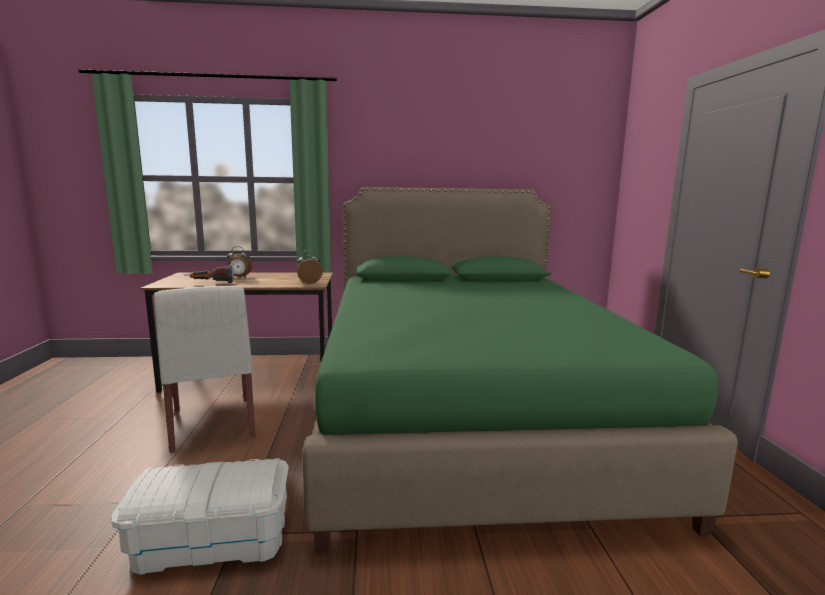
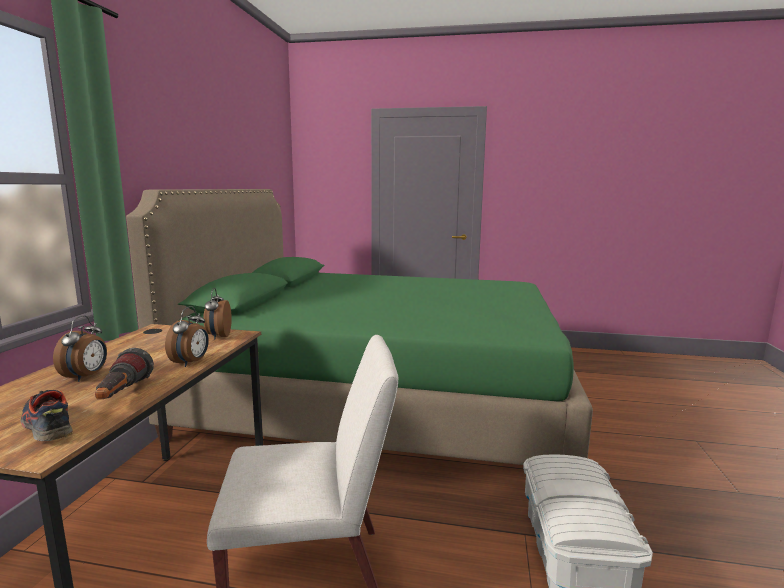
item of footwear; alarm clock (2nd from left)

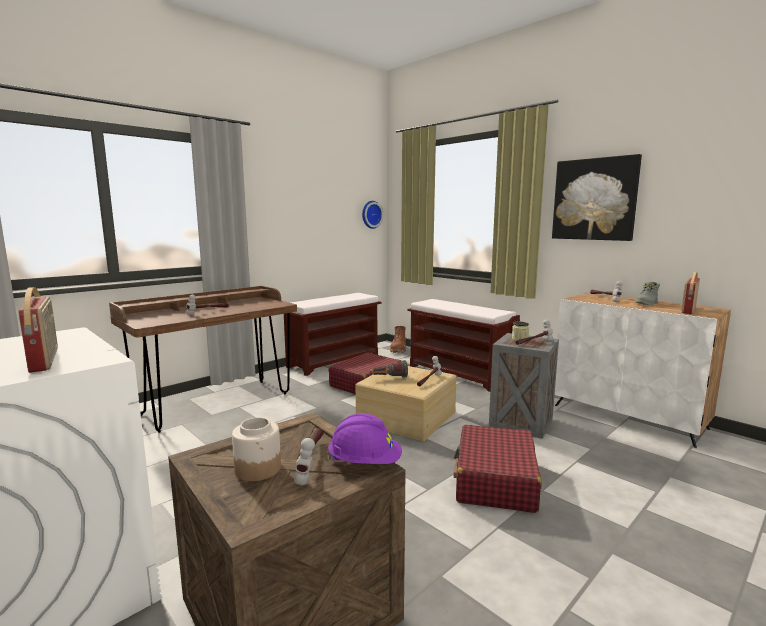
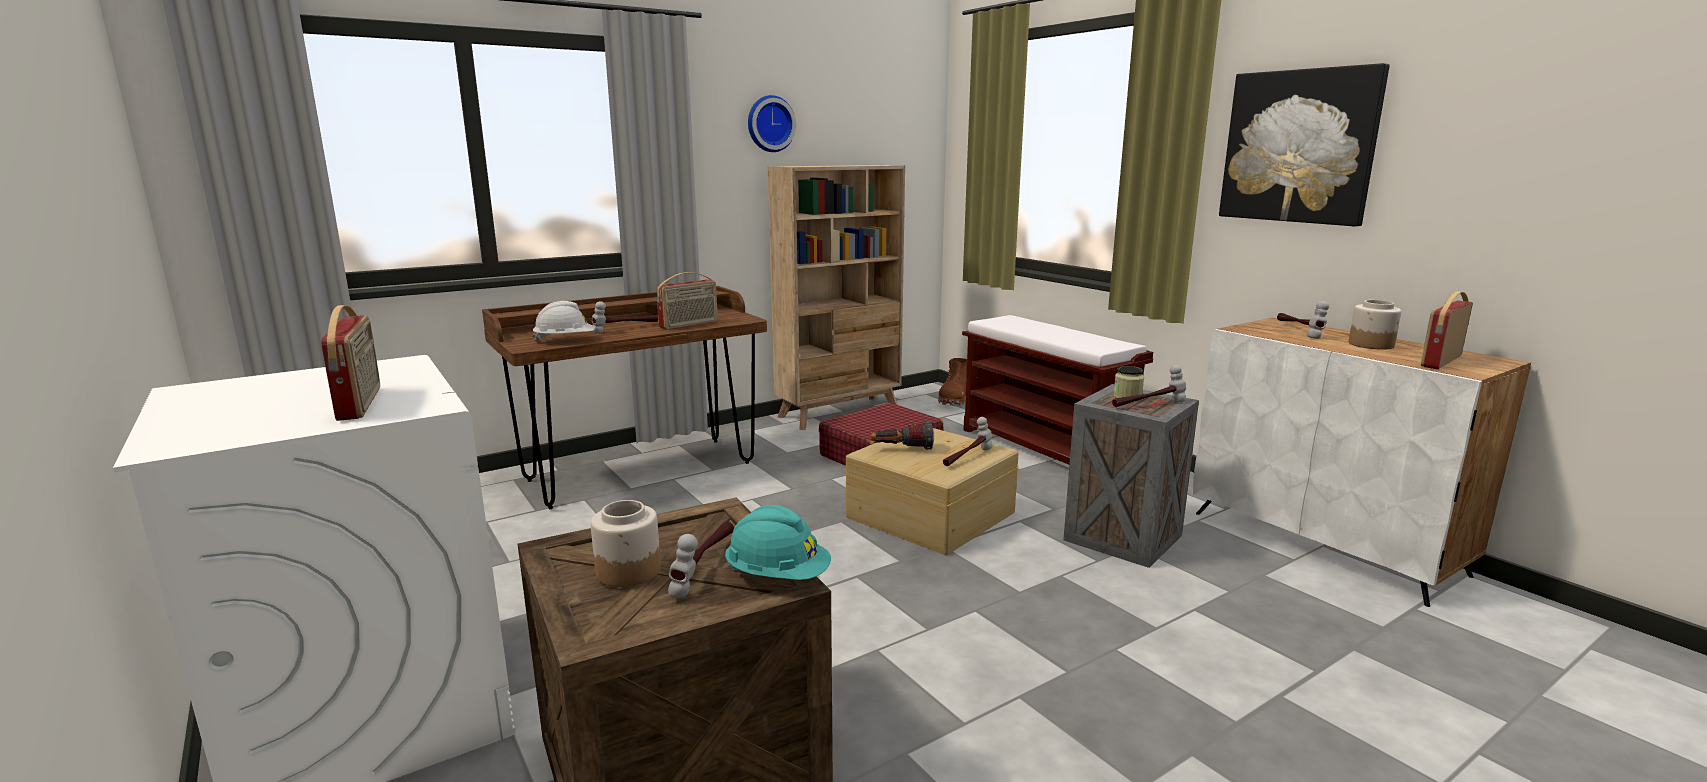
travel case (red) (2nd from left in the first image); safety helmet (white-coloured); radio receiver (2nd from left); hanging clock; bookshelf (beige-coloured); jar (3rd from left); safety helmet (blue-green)

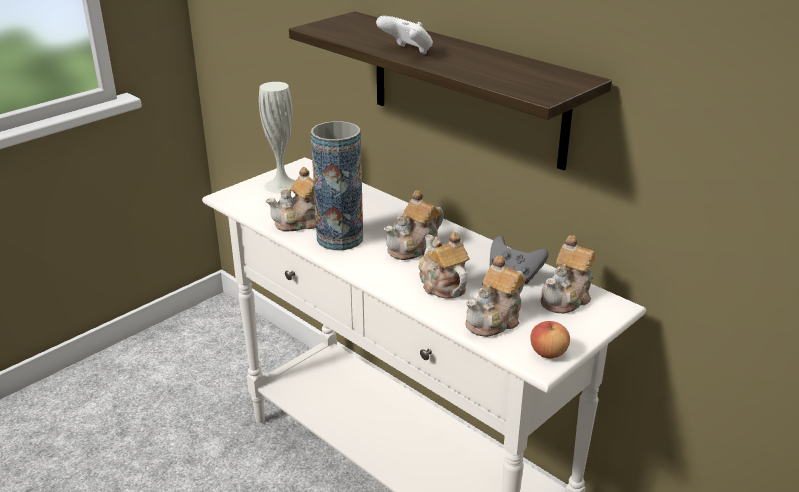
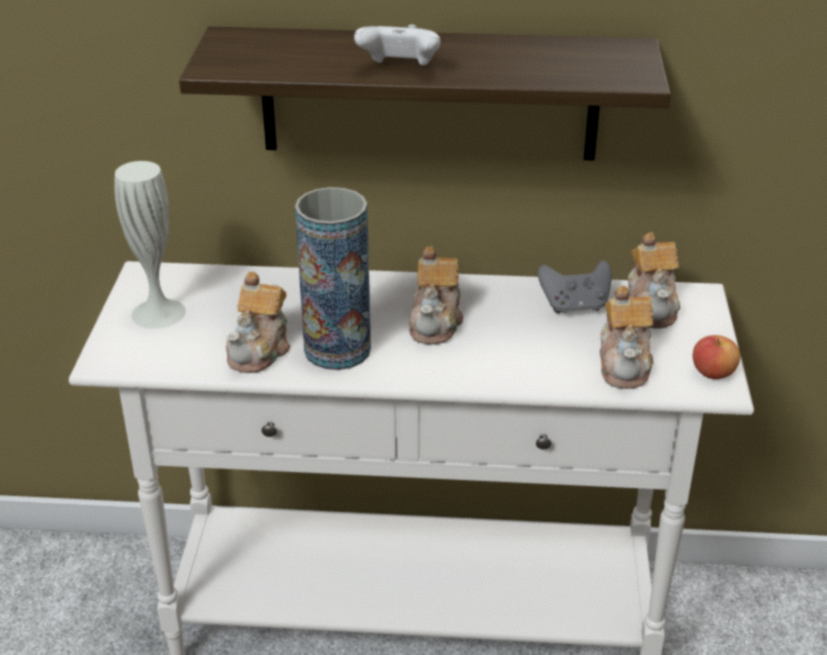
teapot (3rd from left in the first image)

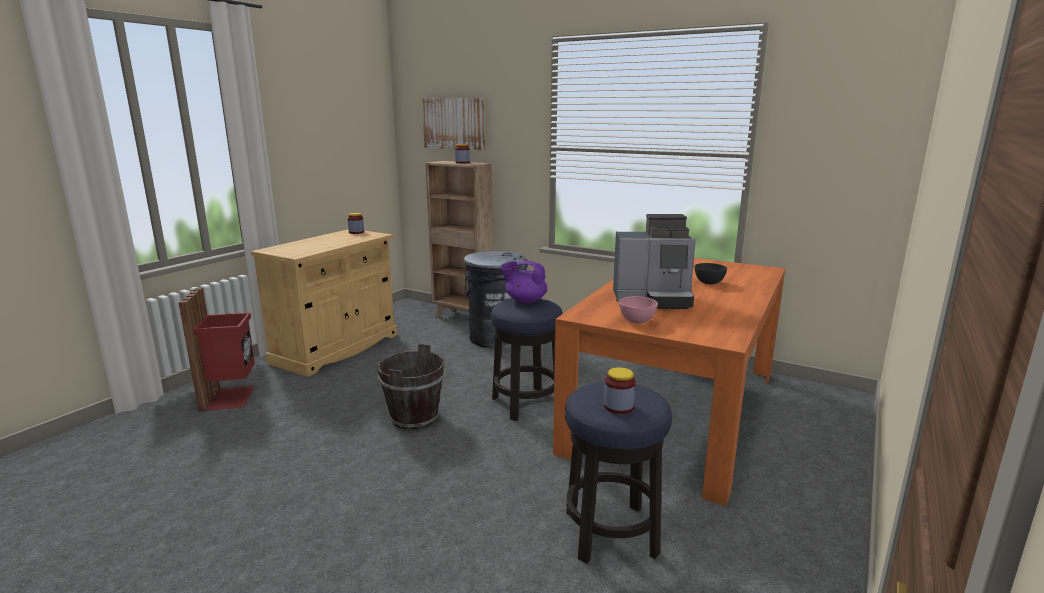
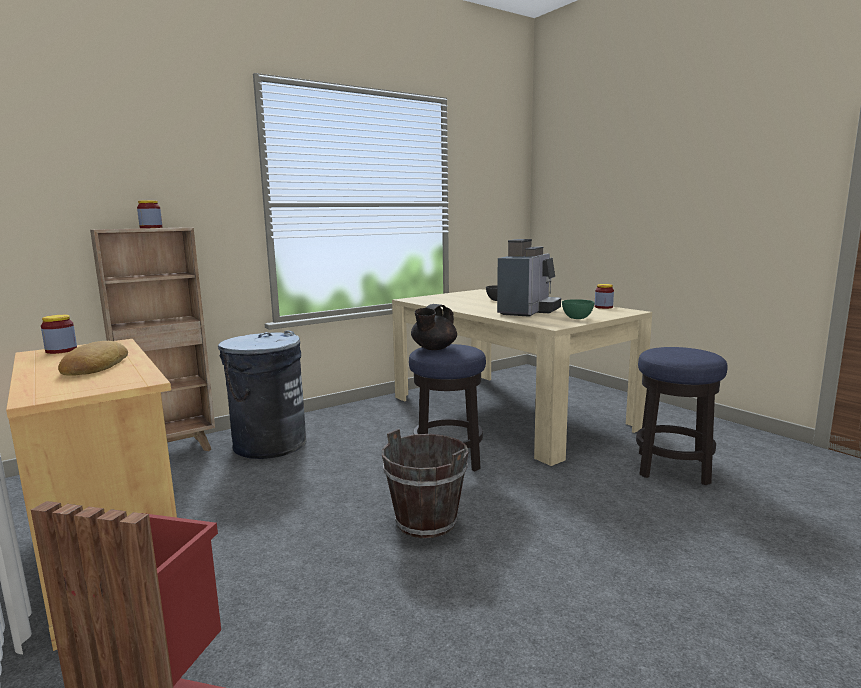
wall picture; bread; jar (3rd from left); teapot (black); dinner table (beige-coloured); deep dish (green-coloured)

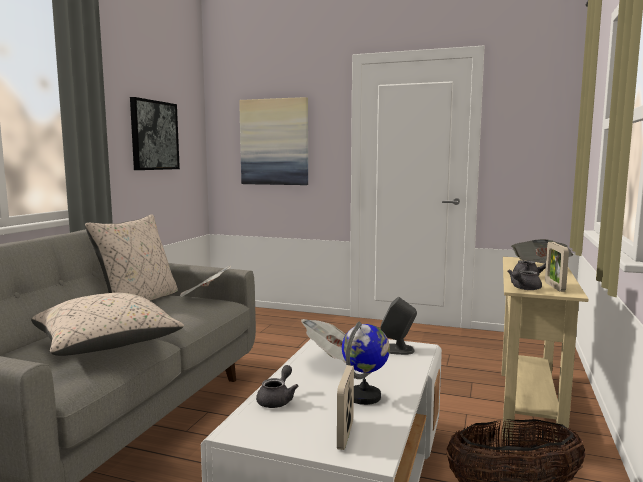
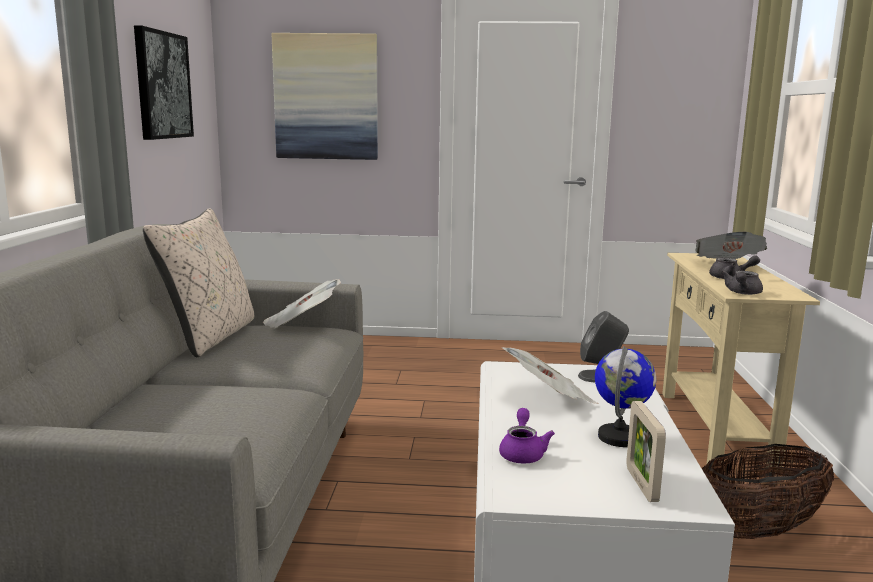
throw pillow (beige-coloured) (1st from left in the first image); standing frame (2nd from left in the first image); teapot (purple)

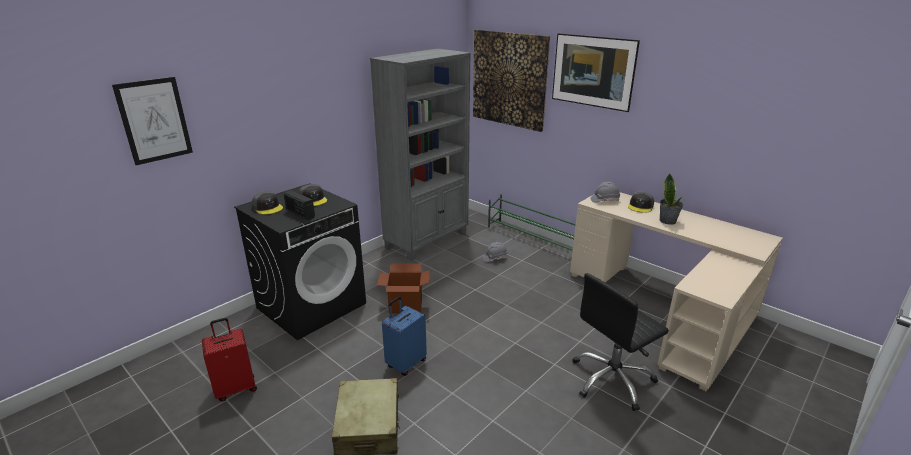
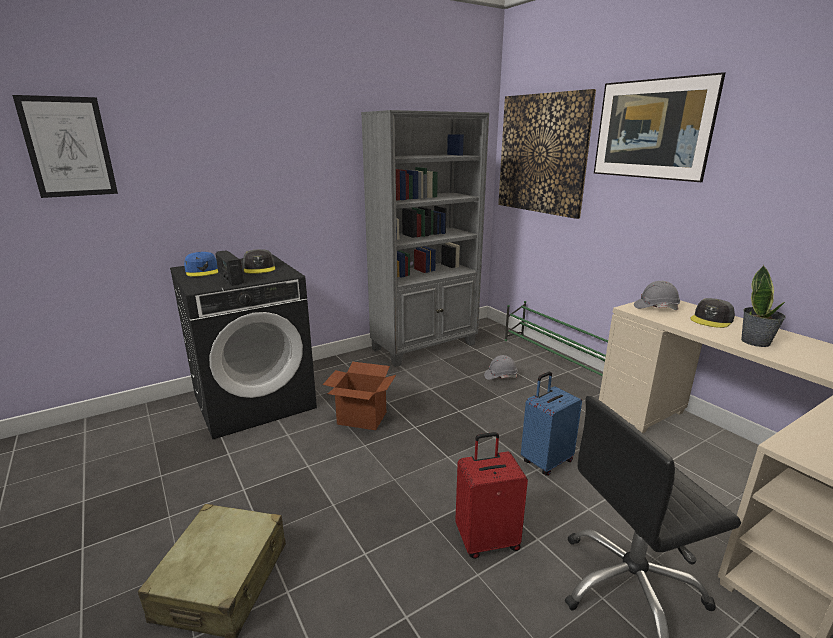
travel case (red); travel case (bluish); peaked cap (bluish)

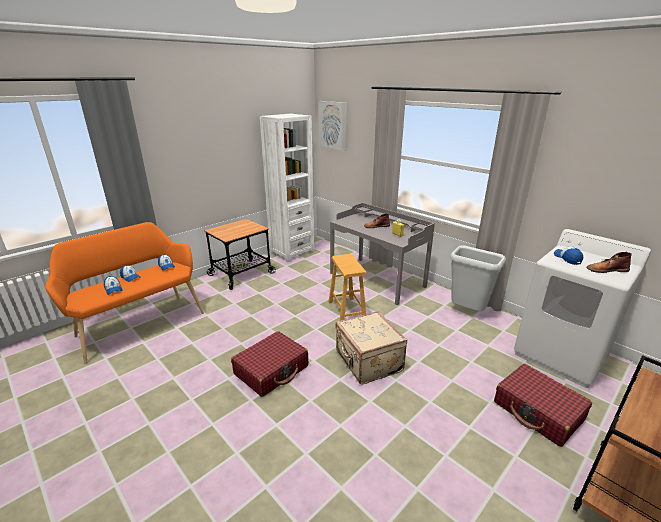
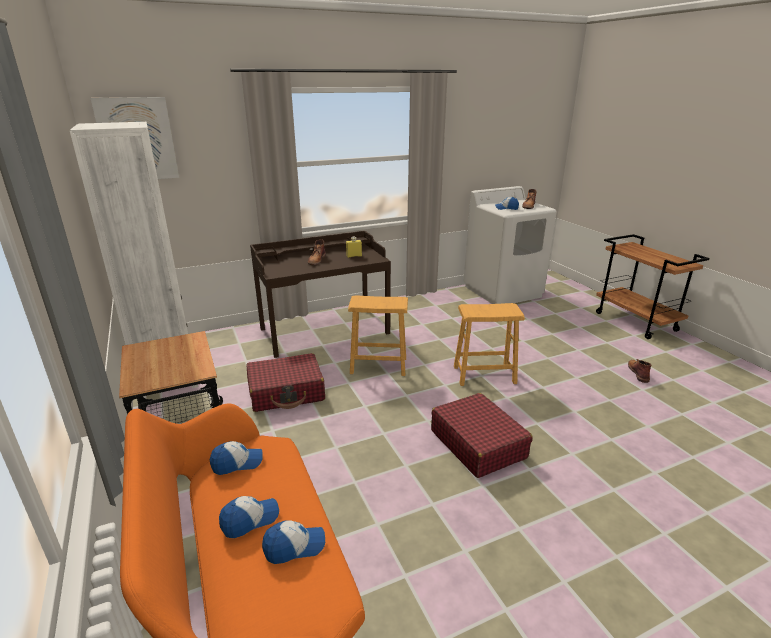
waste bin (gray); high-top boot (brownish) (3rd from left); travel case (red) (1st from left); sitting stool (brownish) (2nd from left); desk (brownish)

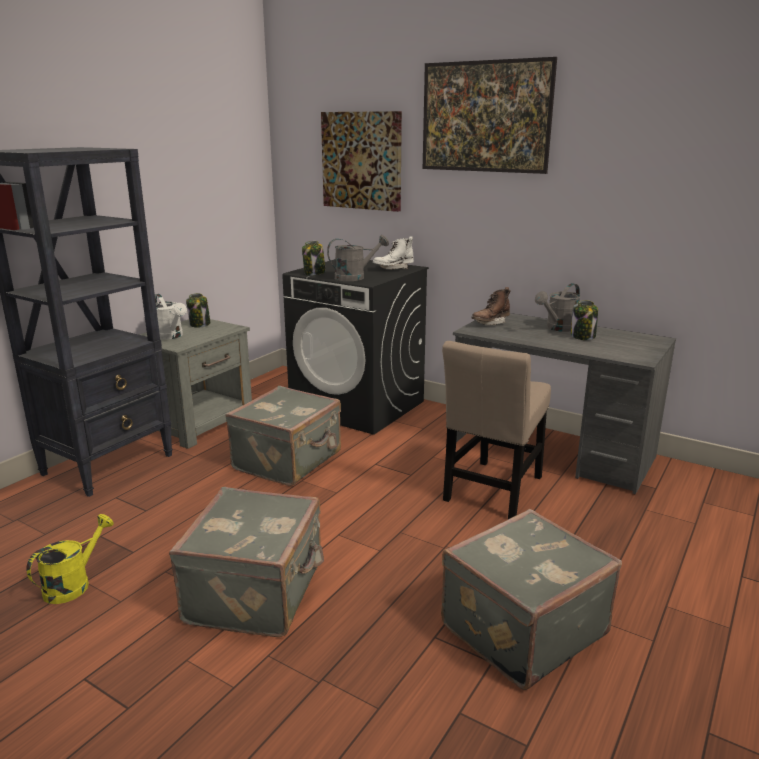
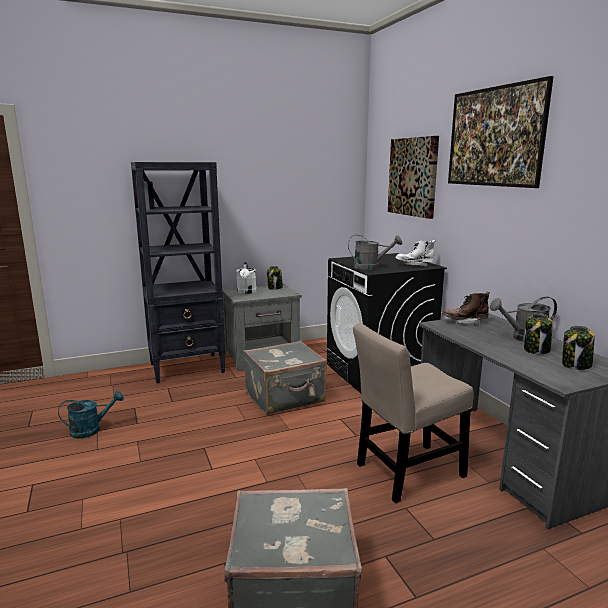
travel case (gray) (1st from left in the first image); jar (3rd from left); watering can (blue-green)

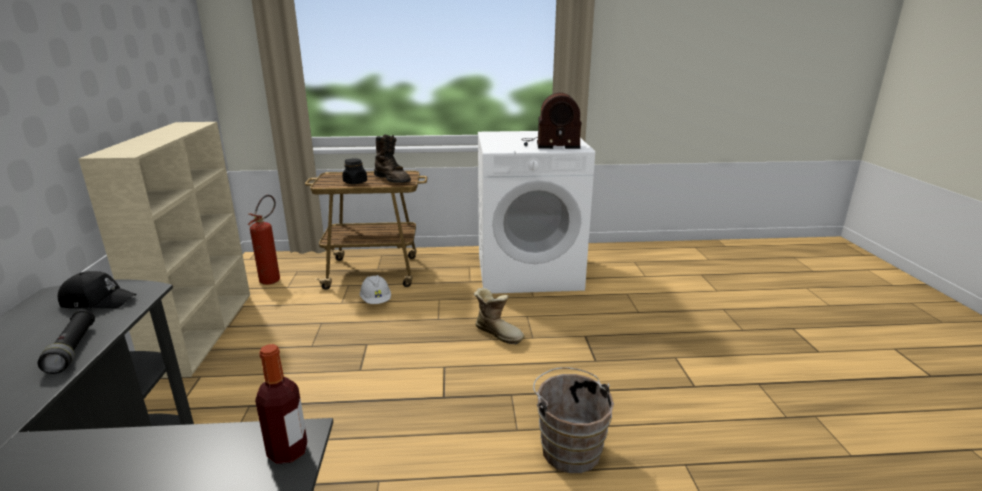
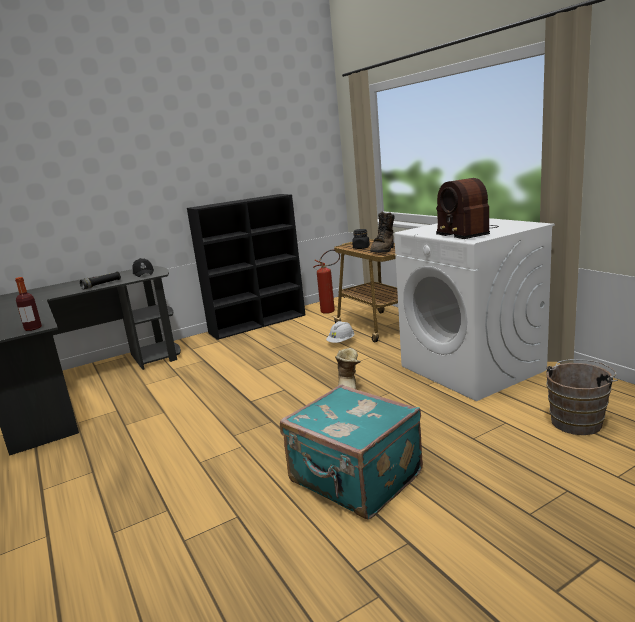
travel case (blue-green); pail (brownish); bookshelf (black)

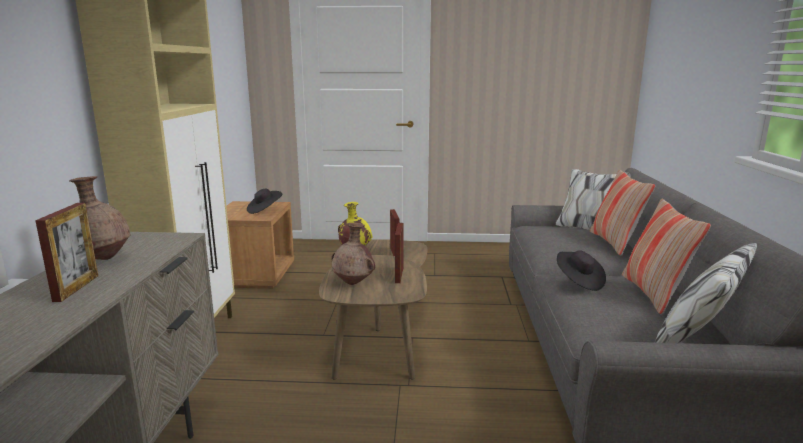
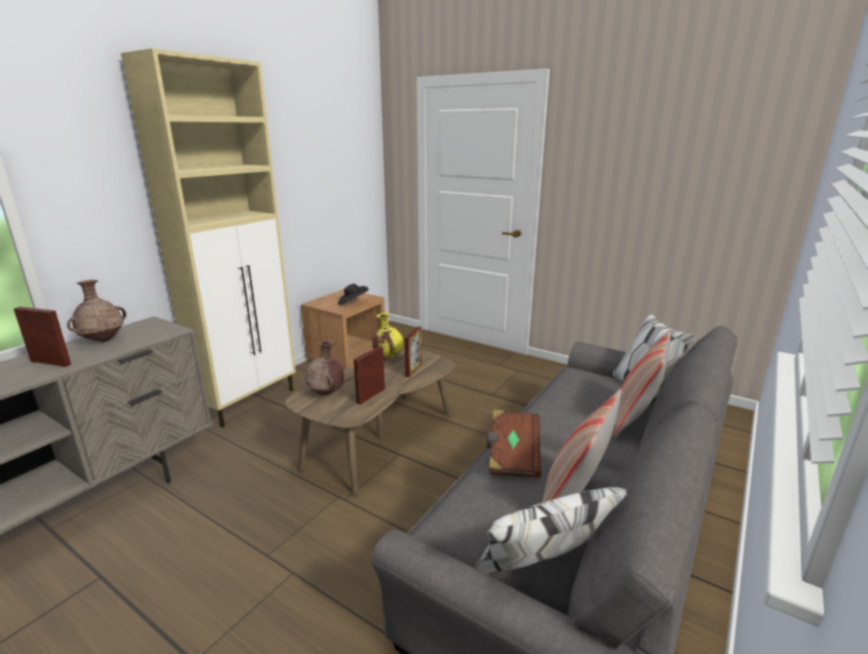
volume (brownish); standing frame (1st from left)

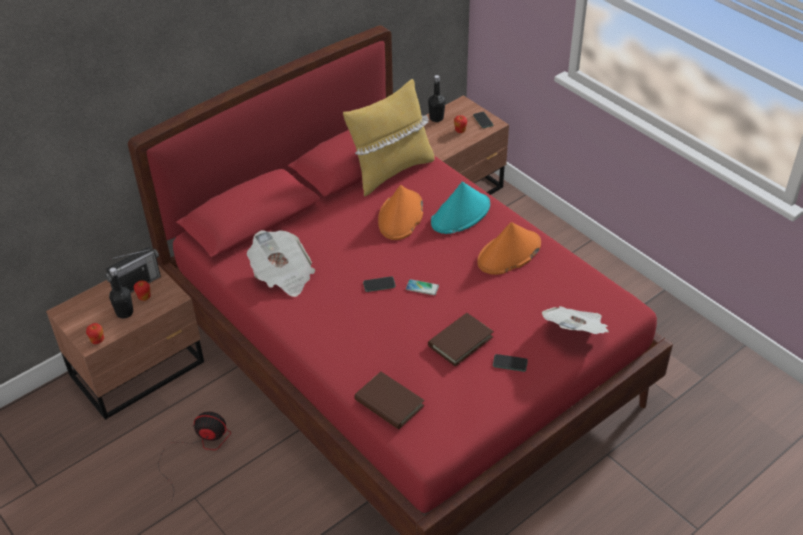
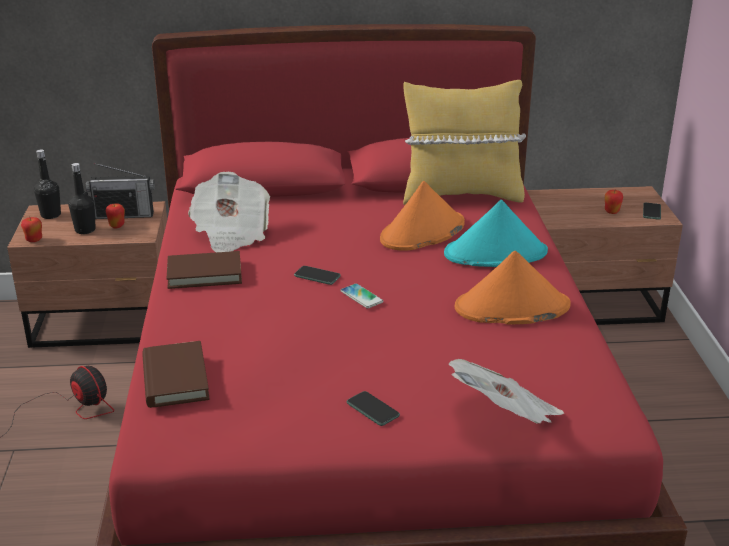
bottle (black) (1st from left); volume (brownish) (2nd from left)

